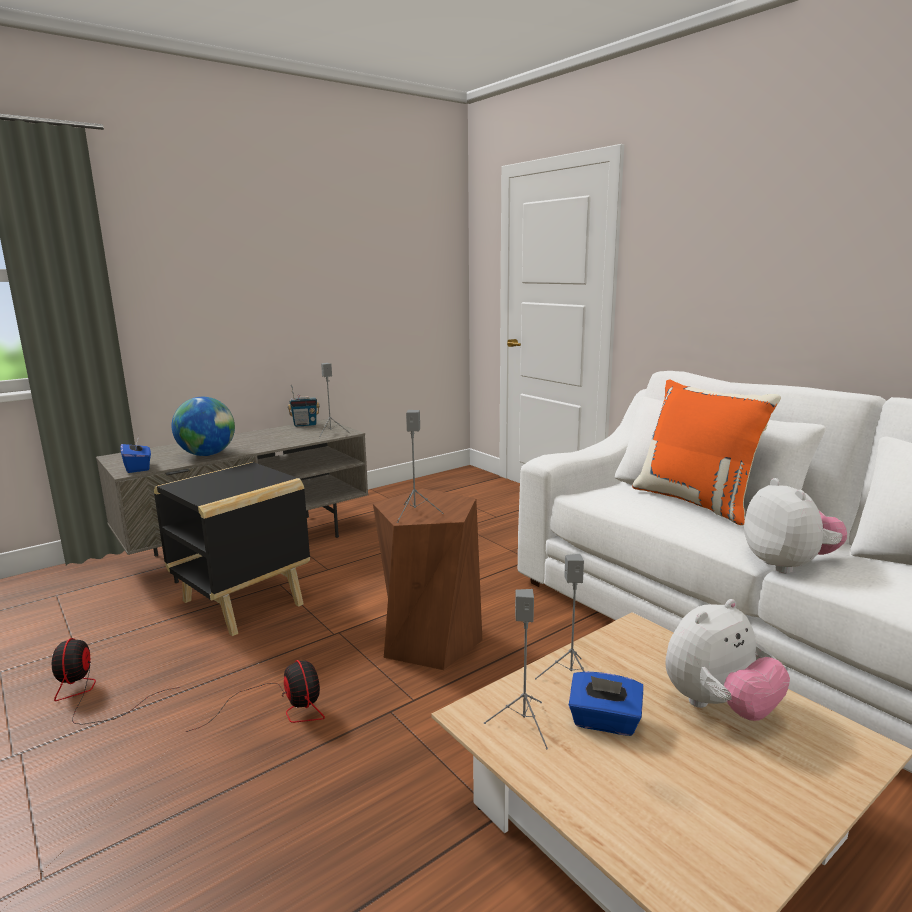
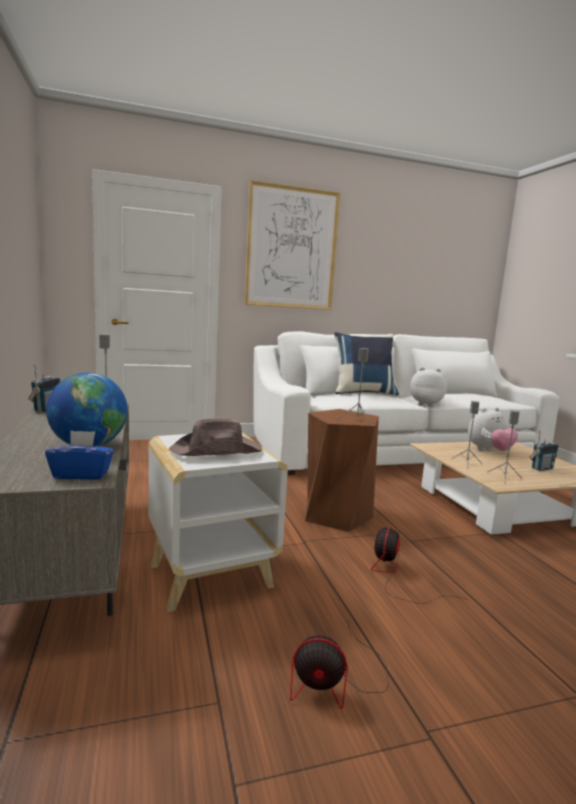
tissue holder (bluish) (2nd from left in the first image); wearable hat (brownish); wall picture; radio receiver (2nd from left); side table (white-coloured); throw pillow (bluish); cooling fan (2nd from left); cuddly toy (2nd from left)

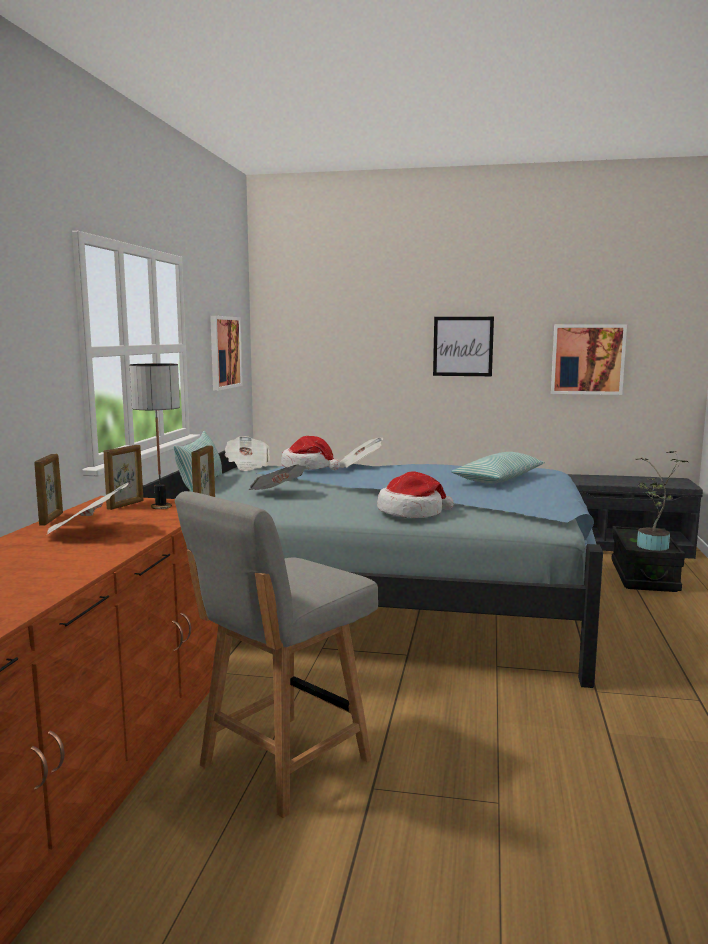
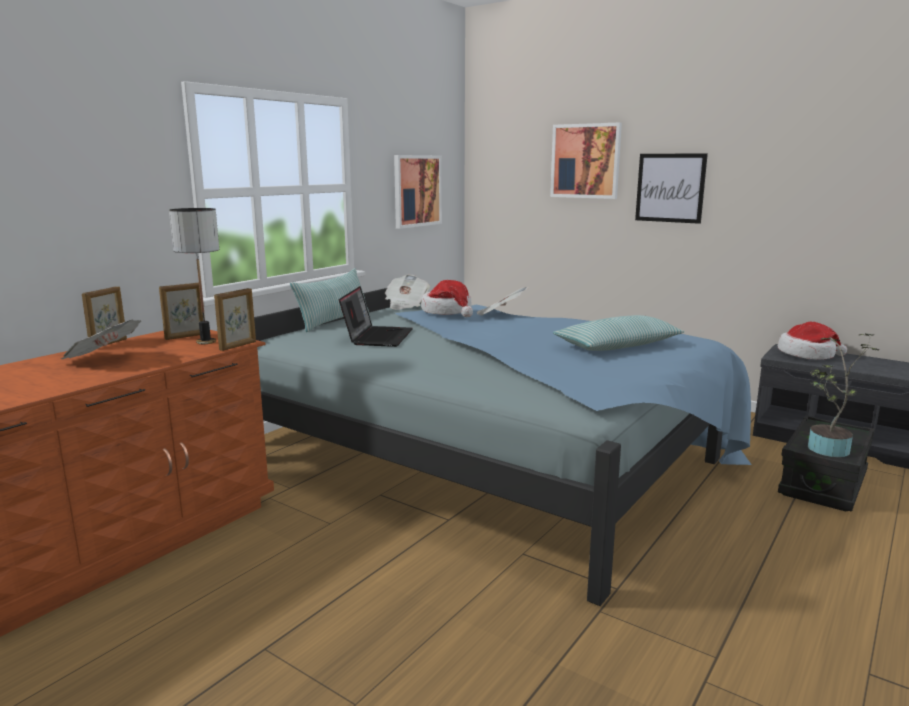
upright chair (gray); wearable hat (2nd from left); wall picture (2nd from left); portable computer

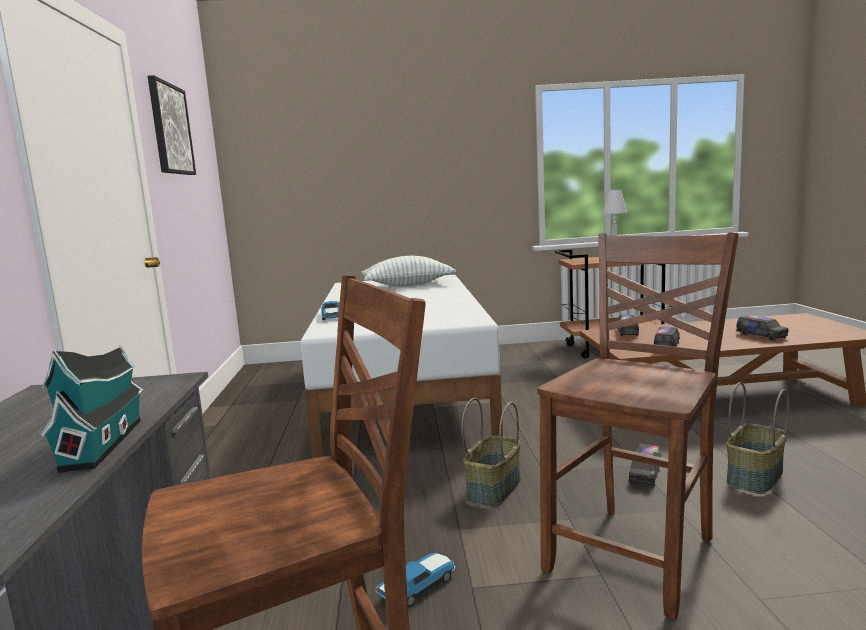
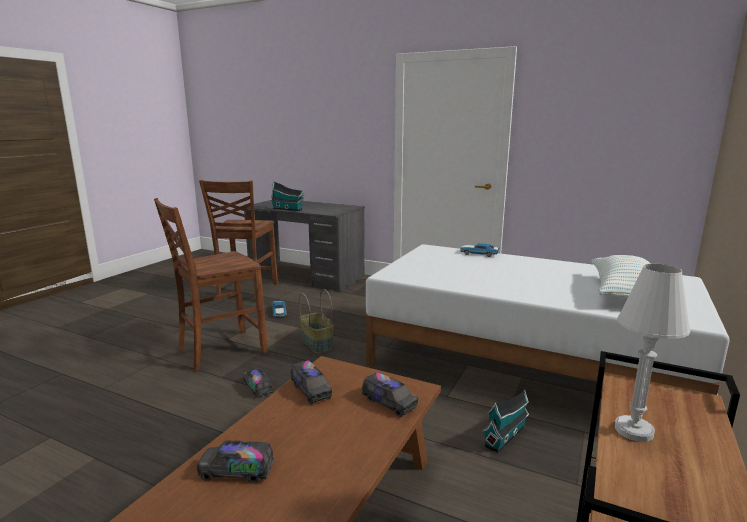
wall picture; basket (2nd from left in the first image); model house (2nd from left); upright chair (brownish) (1st from left)

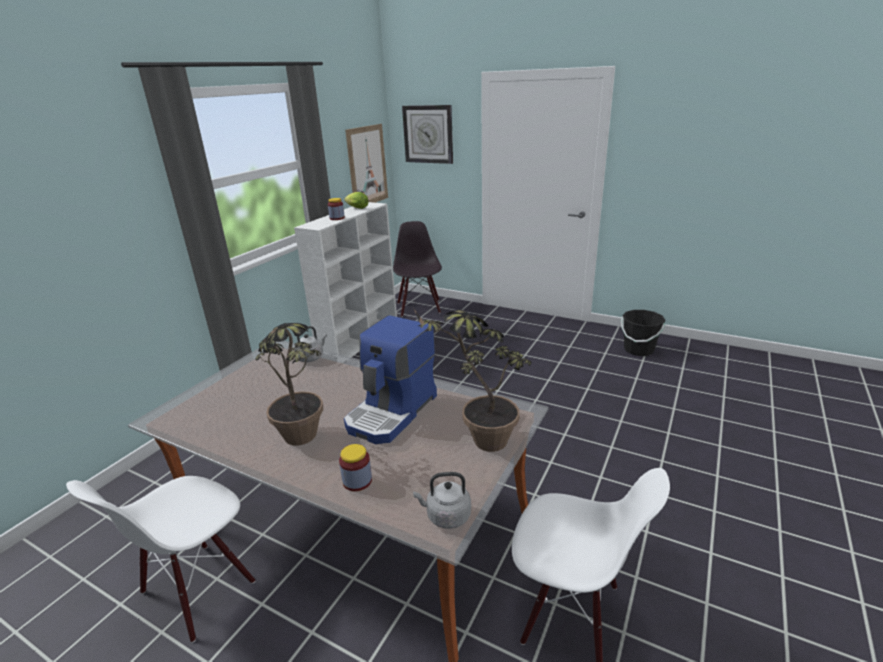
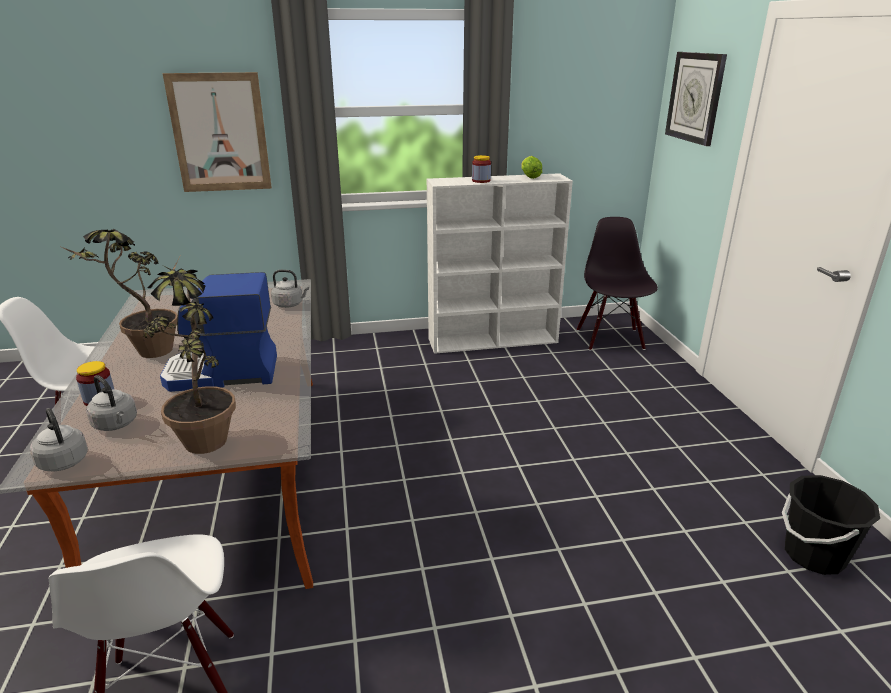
kettle (gray) (2nd from left); wall picture; upright chair (black)

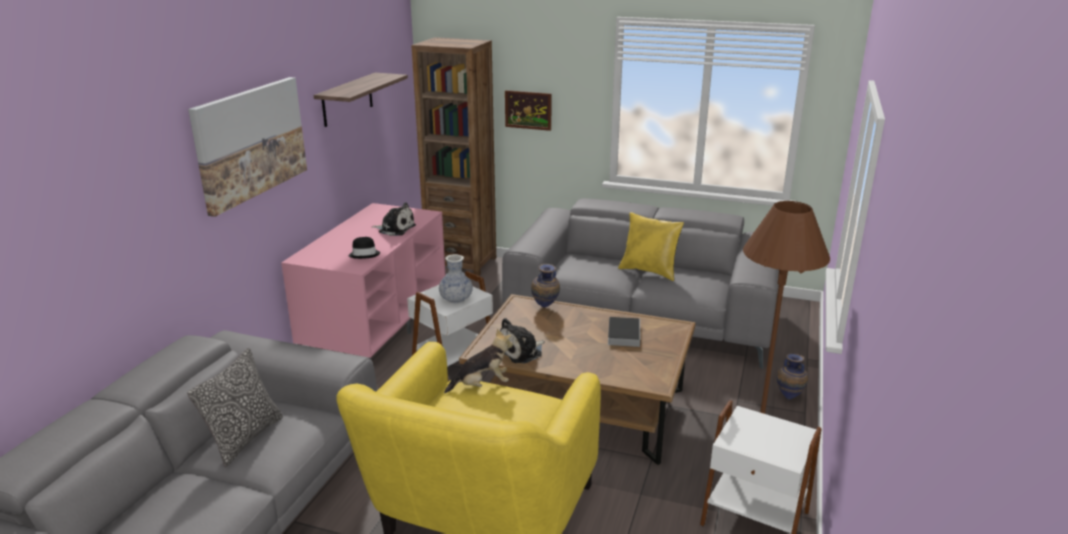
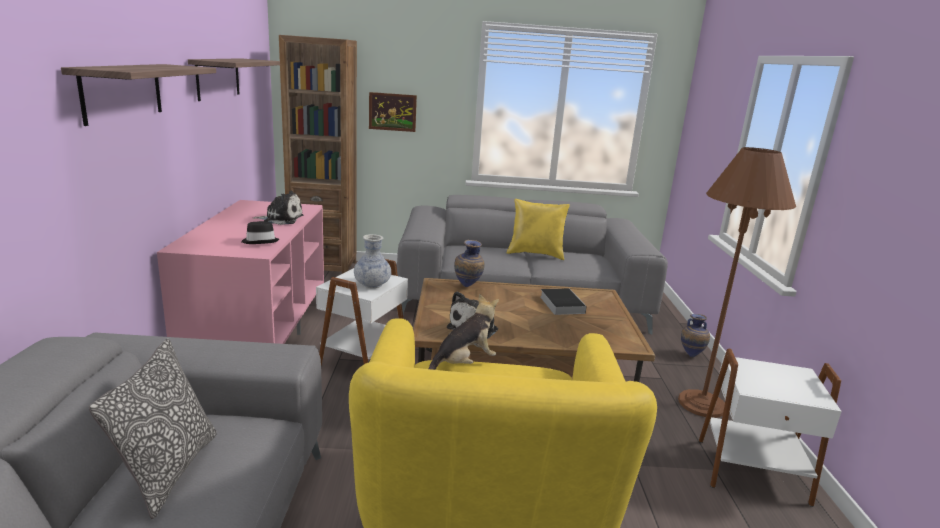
shelf (1st from left)

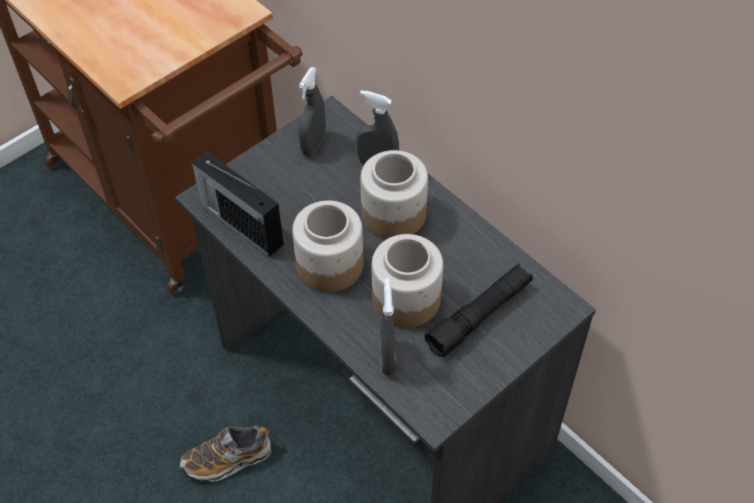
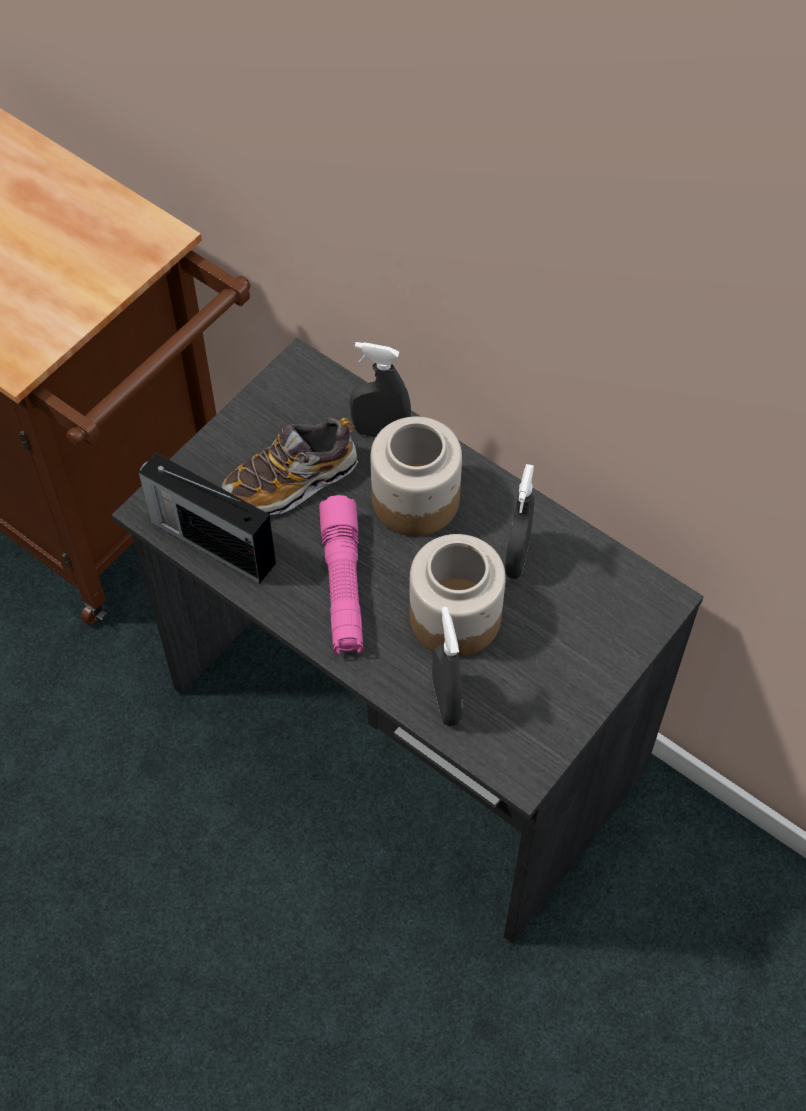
flashlight (black); item of footwear; hand sprayer (gray) (3rd from left); flashlight (pink-coloured)

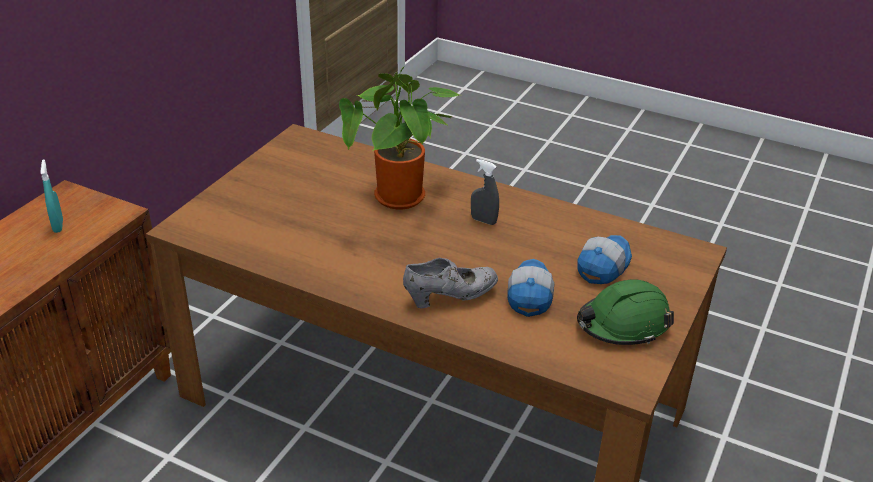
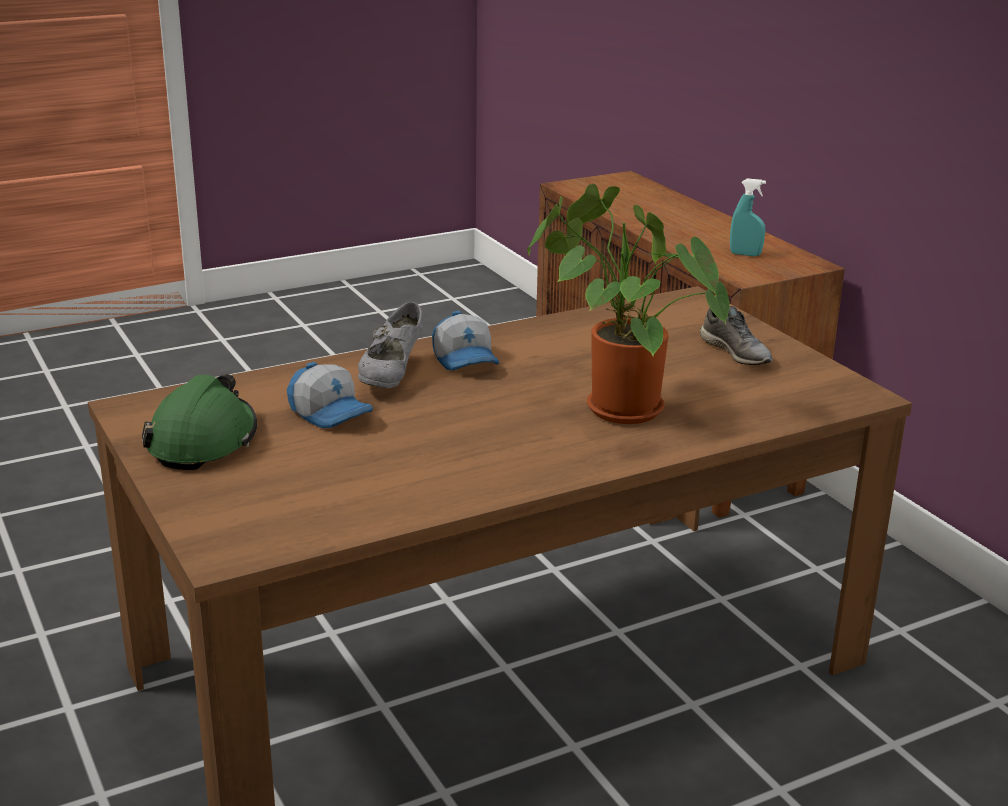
hand sprayer (gray); item of footwear (gray) (2nd from left); peaked cap (2nd from left)

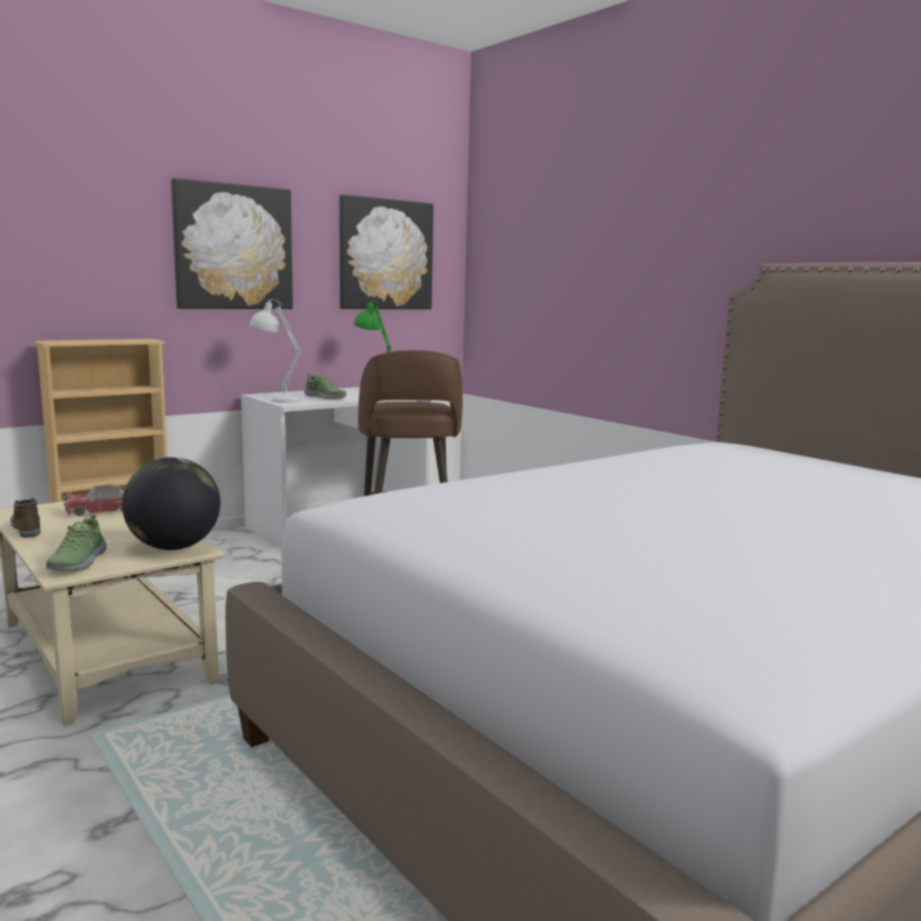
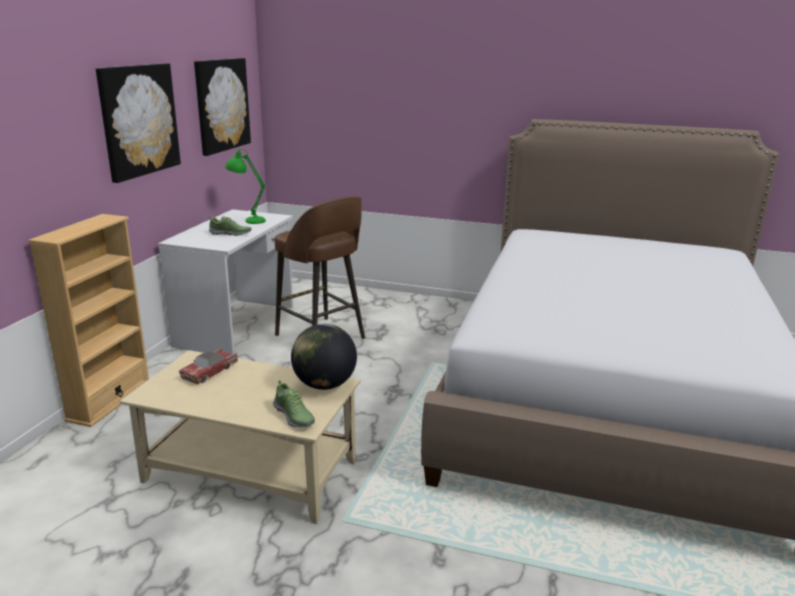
item of footwear (1st from left in the first image); lamp for a table (white-coloured)

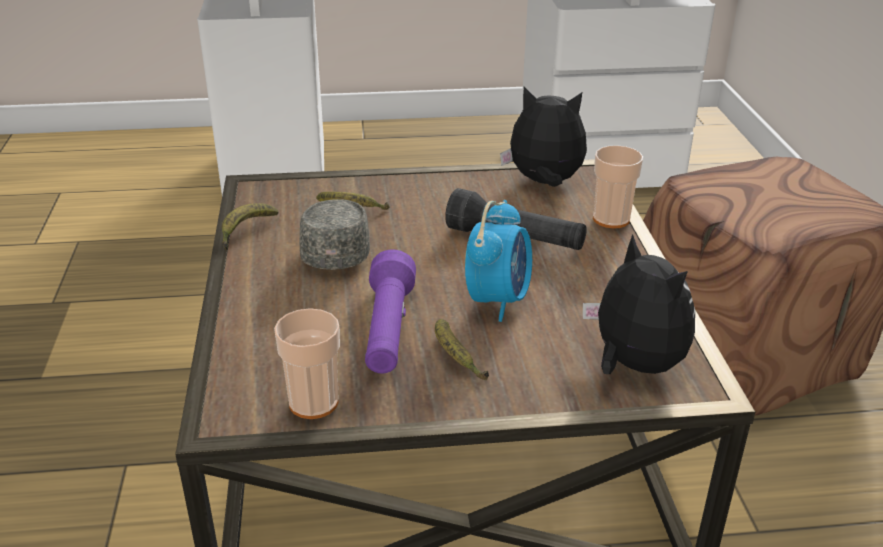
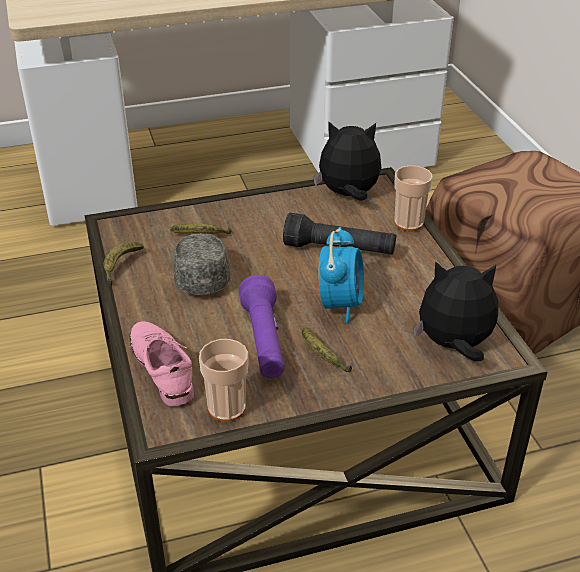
item of footwear (pink-coloured); cuddly toy (2nd from left)

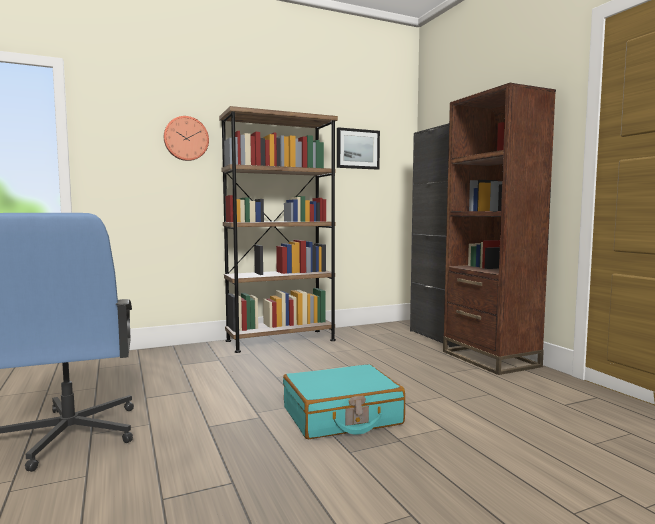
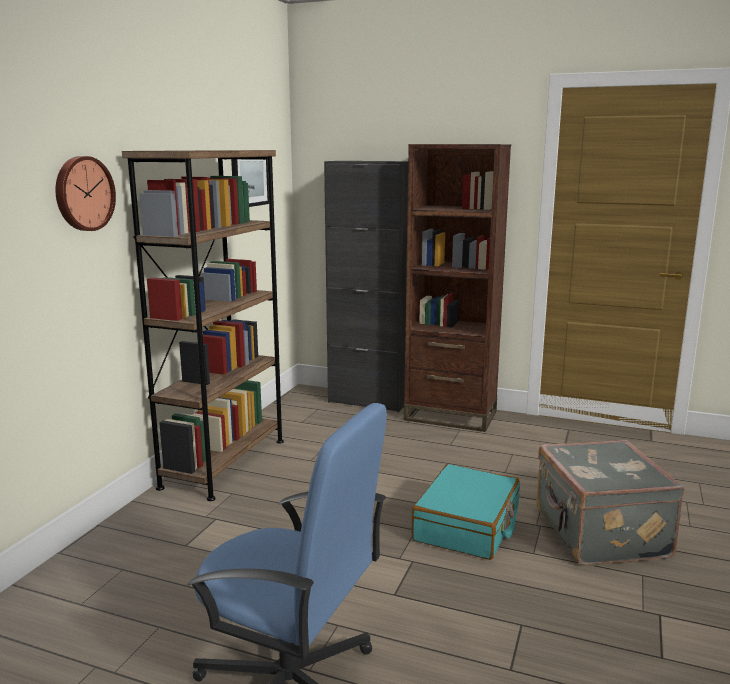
travel case (gray)

